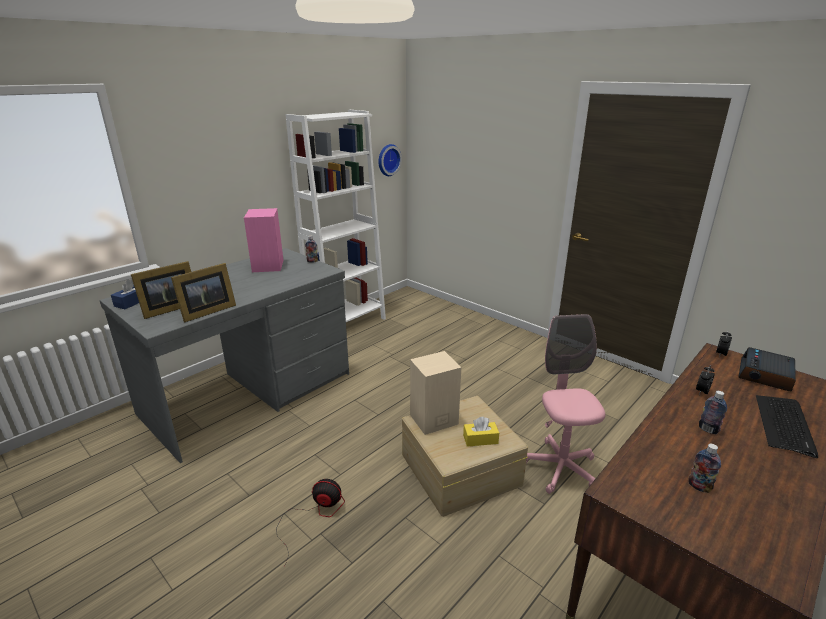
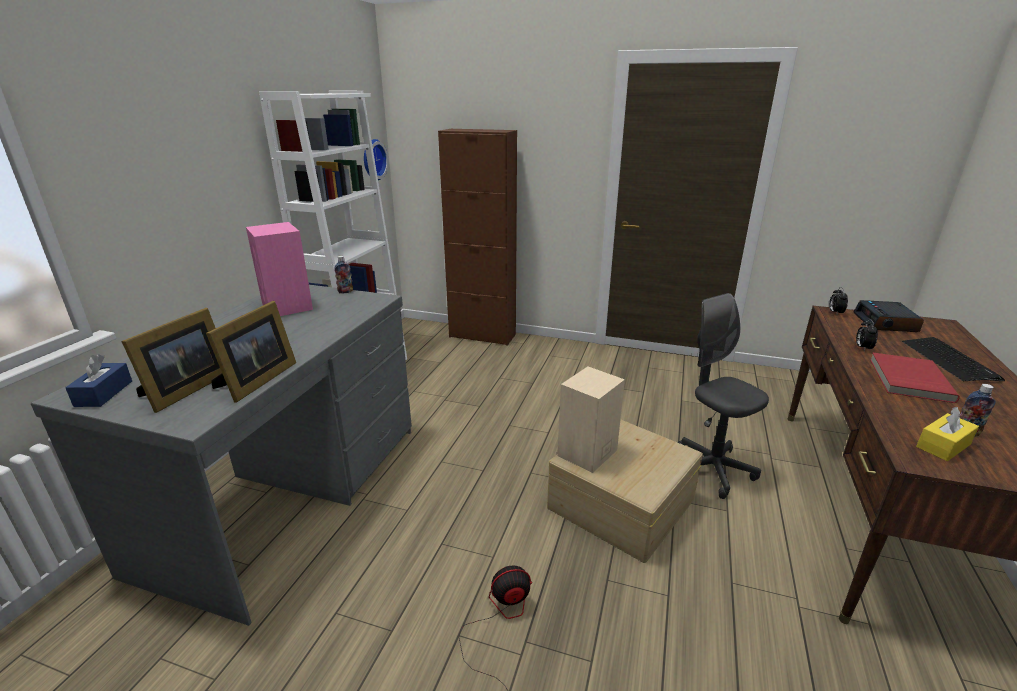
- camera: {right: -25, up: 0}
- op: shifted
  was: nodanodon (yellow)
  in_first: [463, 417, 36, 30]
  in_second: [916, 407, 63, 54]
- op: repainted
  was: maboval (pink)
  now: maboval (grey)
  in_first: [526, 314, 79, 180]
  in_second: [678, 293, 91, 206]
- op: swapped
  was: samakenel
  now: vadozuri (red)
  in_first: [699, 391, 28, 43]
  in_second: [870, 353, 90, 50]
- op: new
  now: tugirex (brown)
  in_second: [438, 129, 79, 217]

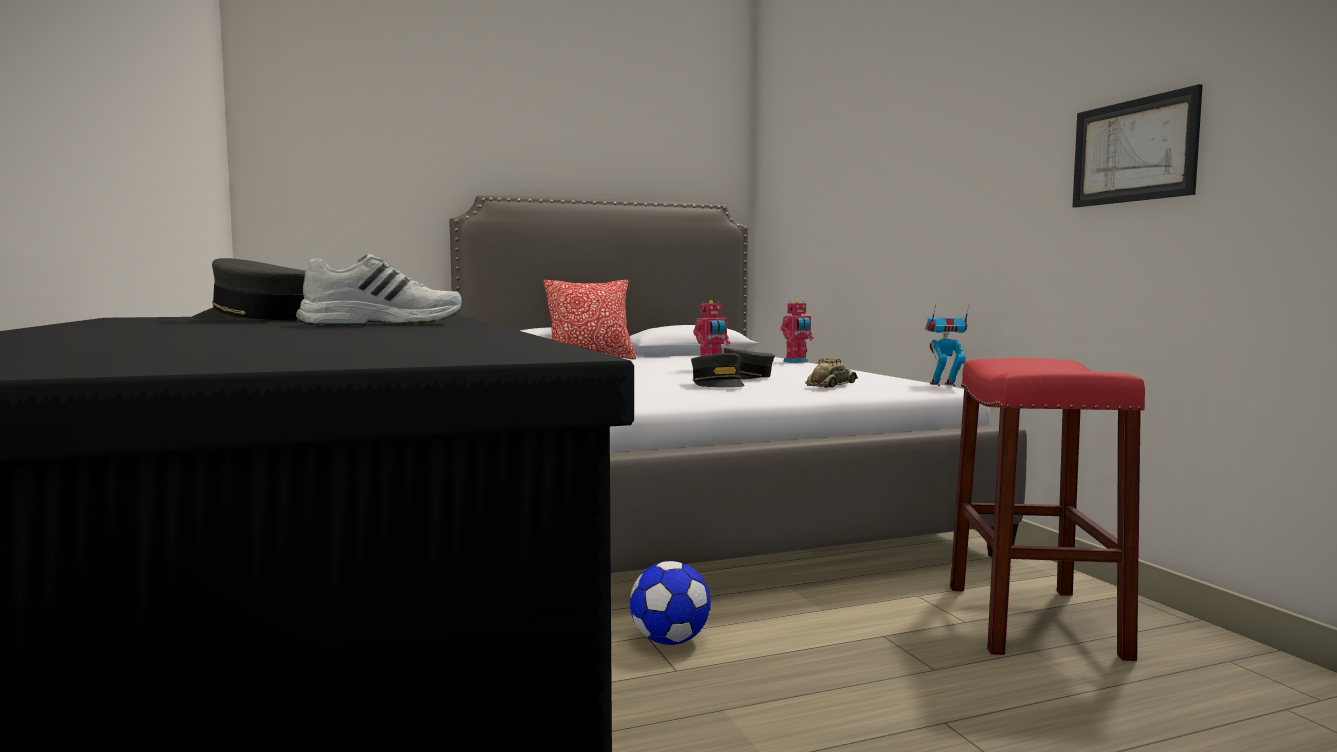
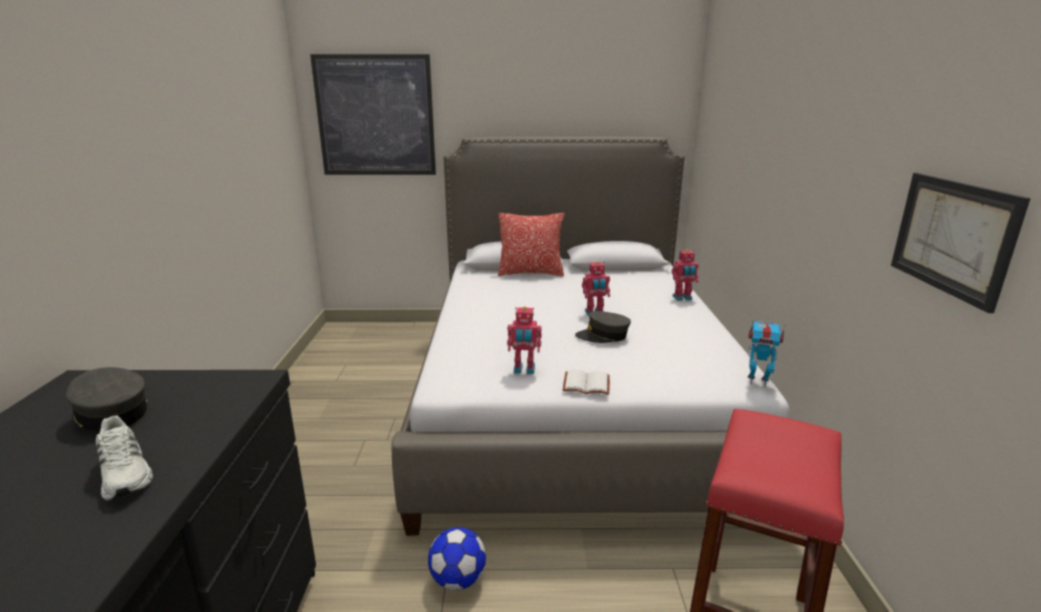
- camera: {right: 20, up: 15}
- op: rotated
  was: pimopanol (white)
  in_first: [296, 254, 167, 72]
  in_second: [96, 415, 57, 86]
  clockwise: 60
- op: gone
  was: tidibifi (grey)
  in_first: [691, 353, 54, 35]
- op: gone
  was: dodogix
  in_first: [805, 358, 53, 30]
- op: new
  now: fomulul
  in_second: [310, 54, 126, 121]
- op: new
  now: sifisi
  in_second: [507, 306, 35, 68]
- op: new
  now: vadozuri (white)
  in_second: [563, 369, 47, 26]

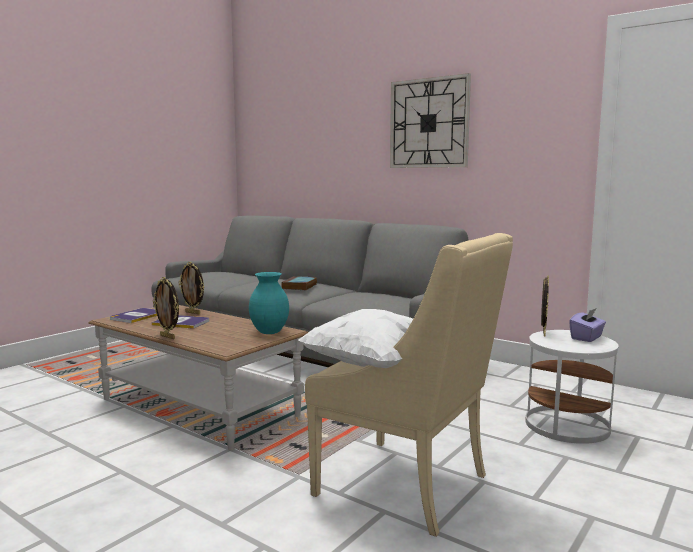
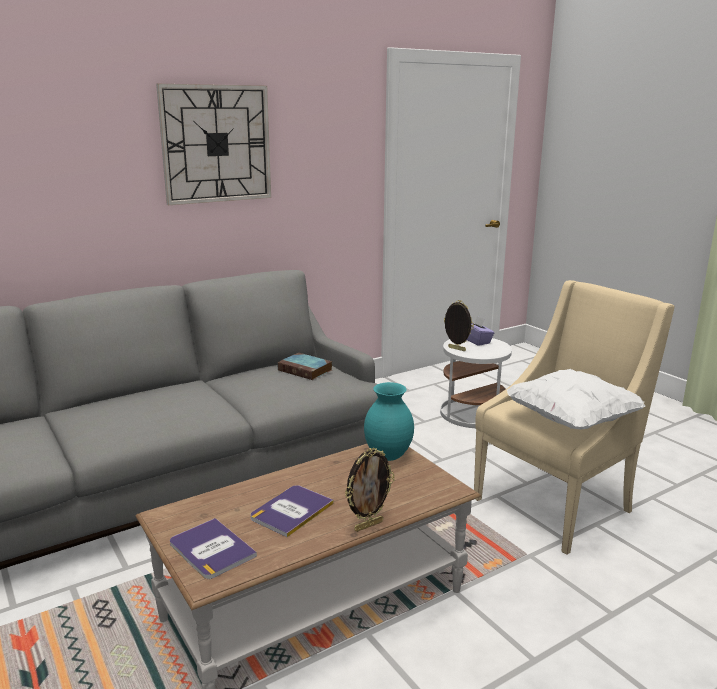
- camera: {right: -70, up: 10}
- op: gone
  was: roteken
  in_first: [178, 262, 26, 52]
- op: shifted
  was: vadozuri
  in_first: [281, 276, 36, 14]
  in_second: [277, 353, 55, 27]

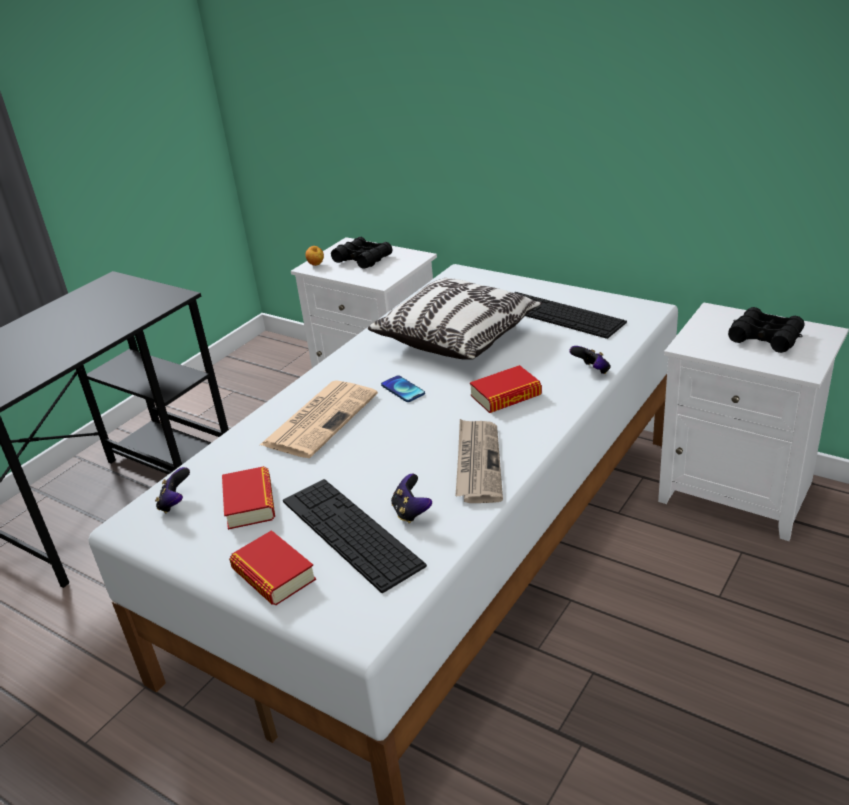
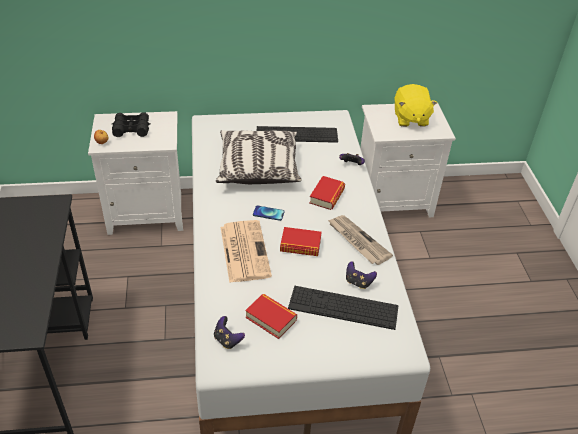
- camera: {right: -45, up: 10}
- op: shifted
  was: vadozuri
  in_first: [229, 530, 87, 75]
  in_second: [280, 227, 41, 29]
- op: swapped
  was: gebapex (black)
  now: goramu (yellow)
  in_first: [728, 307, 77, 46]
  in_second: [395, 84, 42, 43]

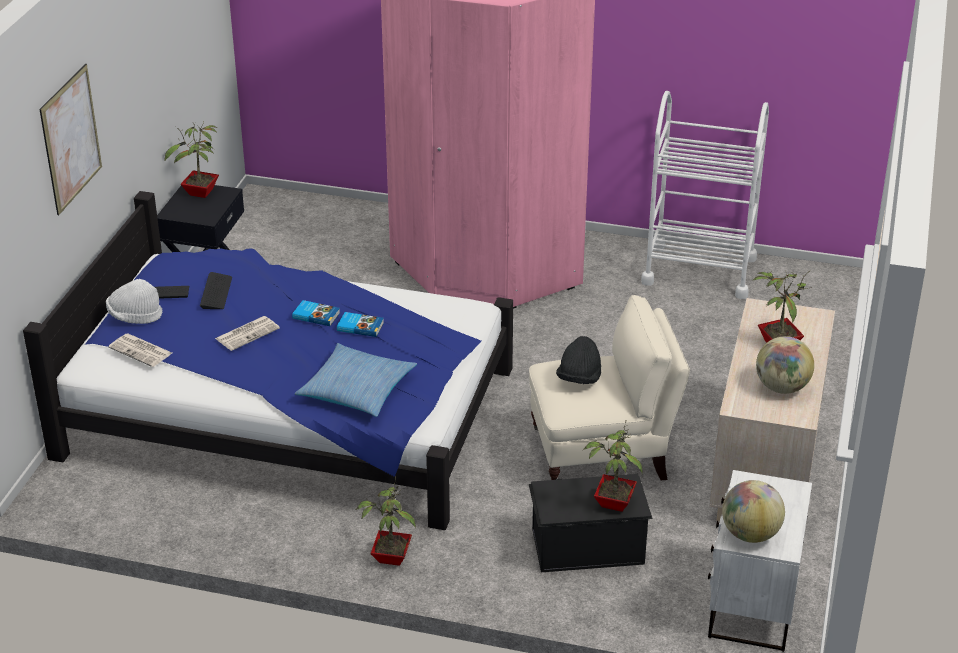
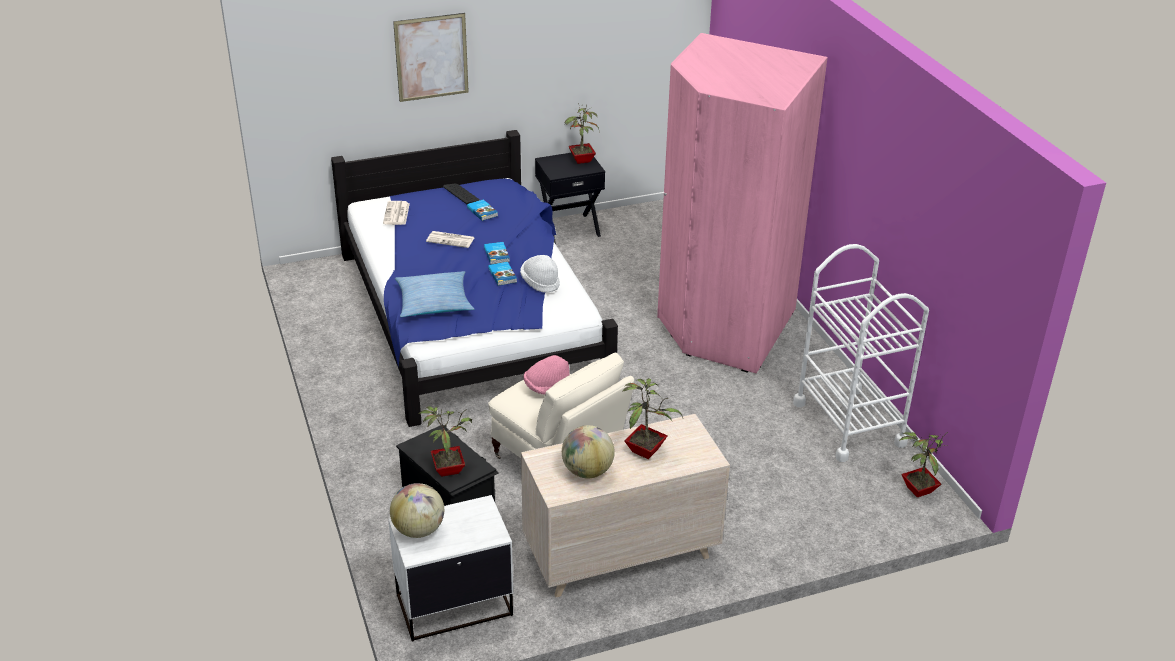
- camera: {right: 55, up: 0}
- op: shifted
  was: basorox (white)
  in_first: [106, 279, 57, 45]
  in_second: [520, 255, 40, 38]
- op: swapped
  was: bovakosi
  now: vadozuri
  in_first: [200, 272, 32, 37]
  in_second: [467, 199, 31, 22]
- op: shifted
  was: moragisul
  in_first: [355, 476, 61, 90]
  in_second: [899, 431, 49, 66]
- op: repainted
  was: basorox (black)
  now: basorox (pink)
  in_first: [556, 336, 45, 48]
  in_second: [524, 355, 46, 40]

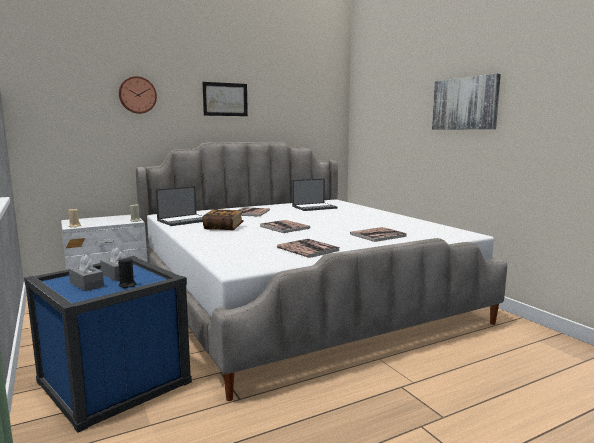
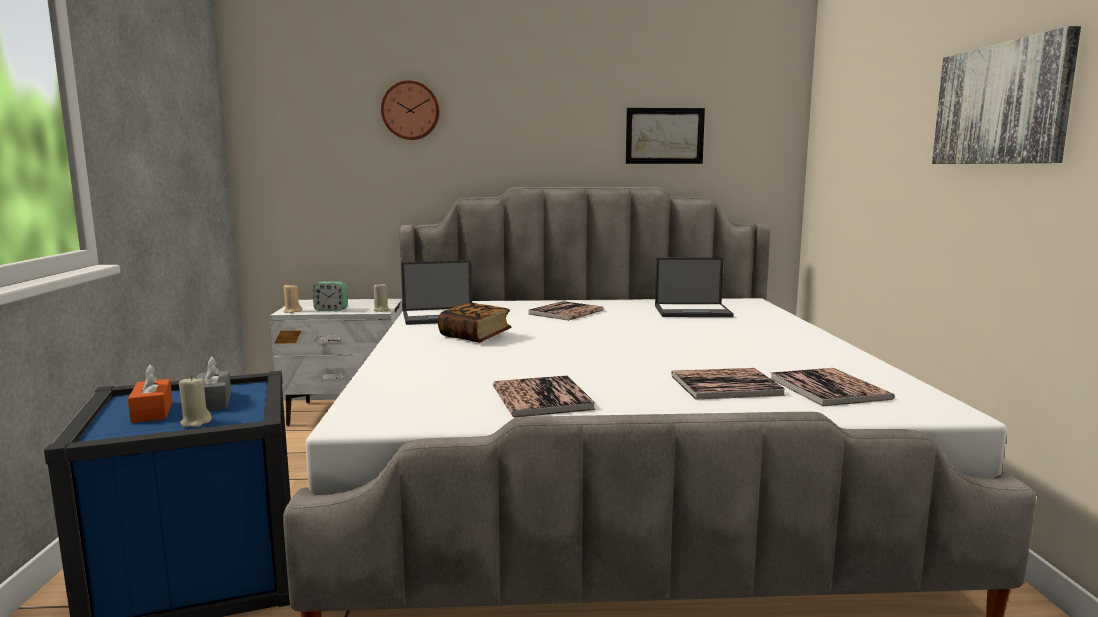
- camera: {right: 25, up: 0}
- op: repainted
  was: nodanodon (grey)
  now: nodanodon (orange)
  in_first: [69, 255, 35, 36]
  in_second: [128, 364, 44, 59]
- op: repainted
  was: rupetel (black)
  now: rupetel (beige)
  in_first: [118, 257, 18, 31]
  in_second: [179, 376, 33, 51]
- op: shifted
  was: fomulul
  in_first: [202, 82, 46, 34]
  in_second: [626, 108, 79, 56]
- op: shifted
  was: vadozuri
  in_first: [260, 220, 51, 13]
  in_second: [770, 368, 125, 38]
- op: new
  now: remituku
  in_second: [313, 281, 35, 30]

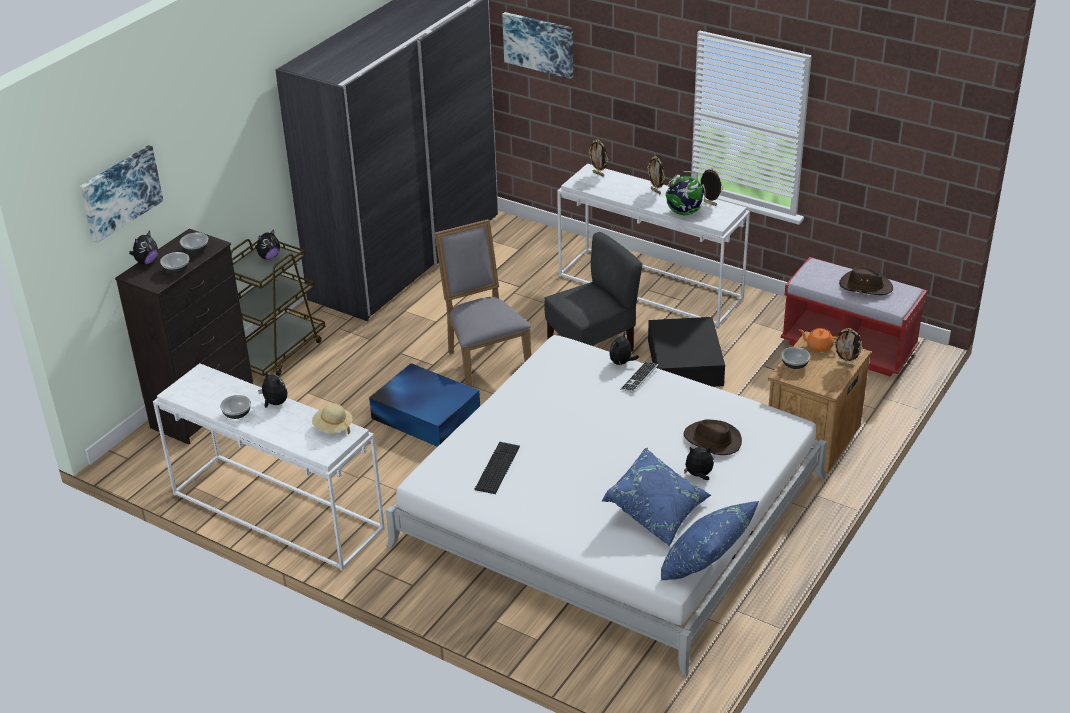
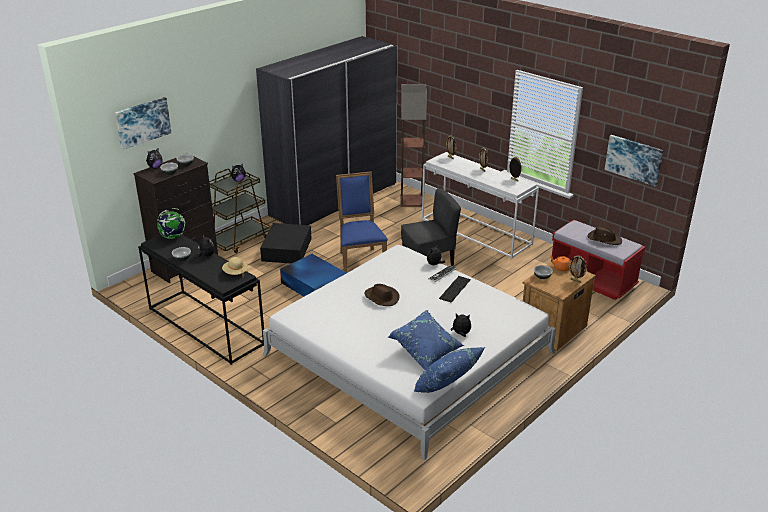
- camera: {right: 10, up: -5}
- op: repainted
  was: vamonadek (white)
  now: vamonadek (black)
  in_first: [153, 363, 232, 208]
  in_second: [138, 234, 126, 131]
- op: repainted
  was: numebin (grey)
  now: numebin (blue)
  in_first: [435, 219, 96, 168]
  in_second: [336, 172, 52, 101]
- op: shifted
  was: bovakosi
  in_first: [475, 442, 45, 52]
  in_second: [439, 276, 32, 27]
- op: shifted
  was: fomulul
  in_first: [502, 12, 71, 67]
  in_second: [605, 135, 59, 52]
- op: shifted
  was: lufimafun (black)
  in_first: [648, 317, 77, 70]
  in_second: [260, 223, 52, 40]
- op: shifted
  was: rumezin
  in_first: [665, 171, 41, 44]
  in_second: [157, 208, 28, 31]
- op: shifted
  was: basorox (brown)
  in_first: [684, 419, 58, 36]
  in_second: [364, 284, 36, 22]
- op: new
  now: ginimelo
  in_second: [400, 84, 27, 123]

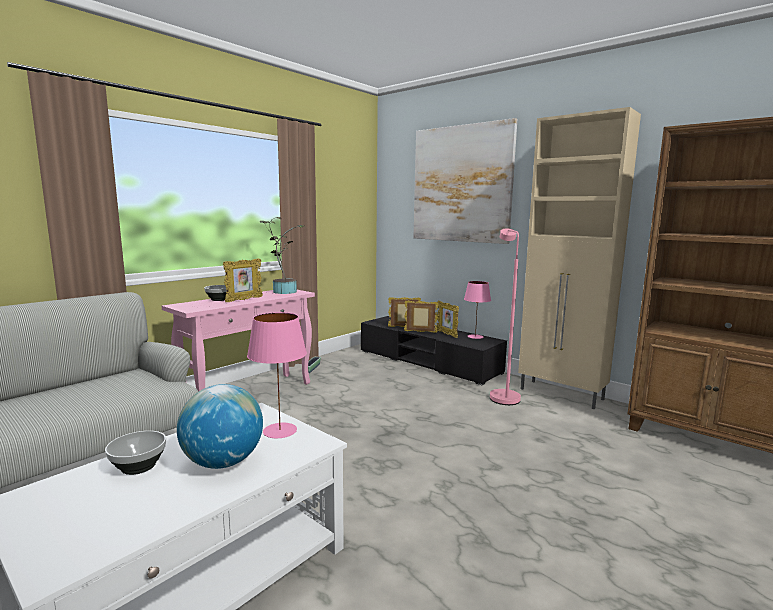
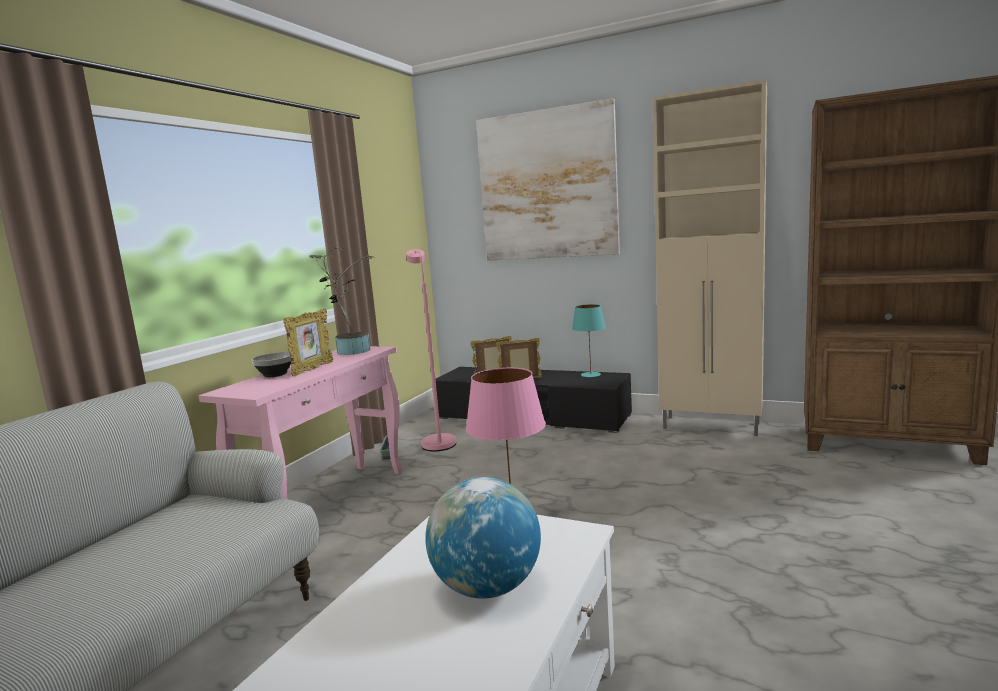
- camera: {right: -15, up: 0}
- op: gone
  was: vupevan
  in_first: [105, 431, 61, 44]
- op: gone
  was: roteken
  in_first: [437, 301, 22, 37]
- op: repainted
  was: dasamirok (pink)
  now: dasamirok (turquoise)
  in_first: [464, 281, 27, 58]
  in_second: [572, 304, 34, 73]
- op: shifted
  was: ginimelo (pink)
  in_first: [490, 229, 31, 176]
  in_second: [406, 249, 50, 202]

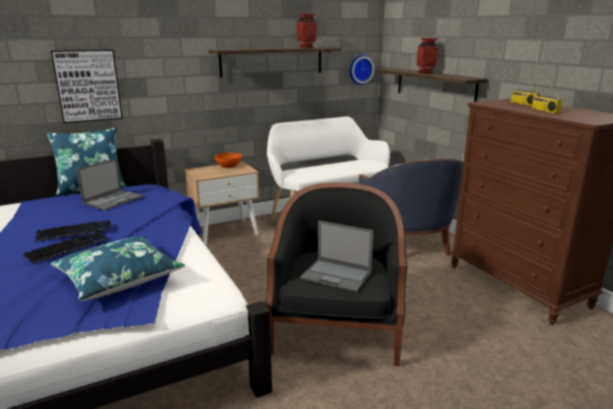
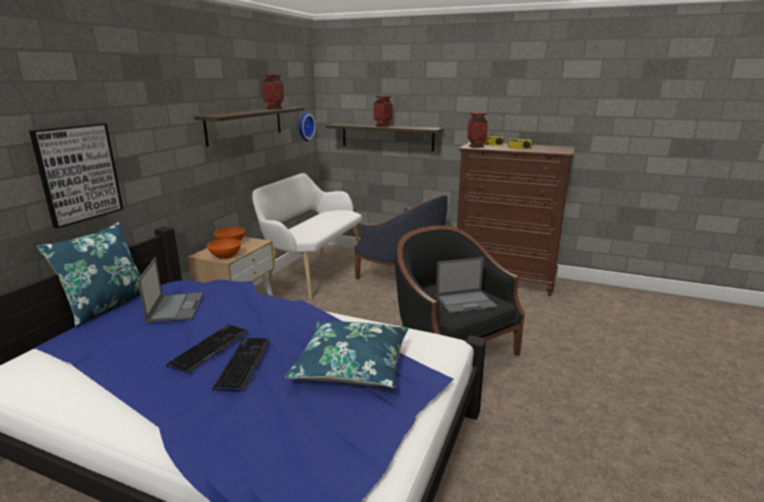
- camera: {right: -40, up: 0}
- op: new
  now: vupevan (orange)
  in_second: [207, 239, 34, 20]
- op: new
  now: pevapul
  in_second: [468, 112, 20, 36]

